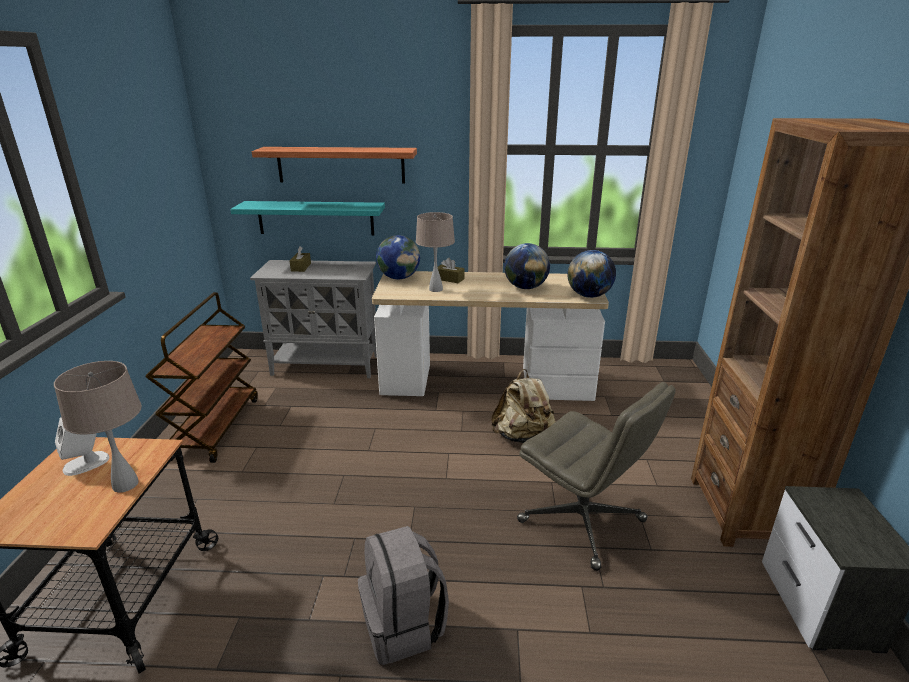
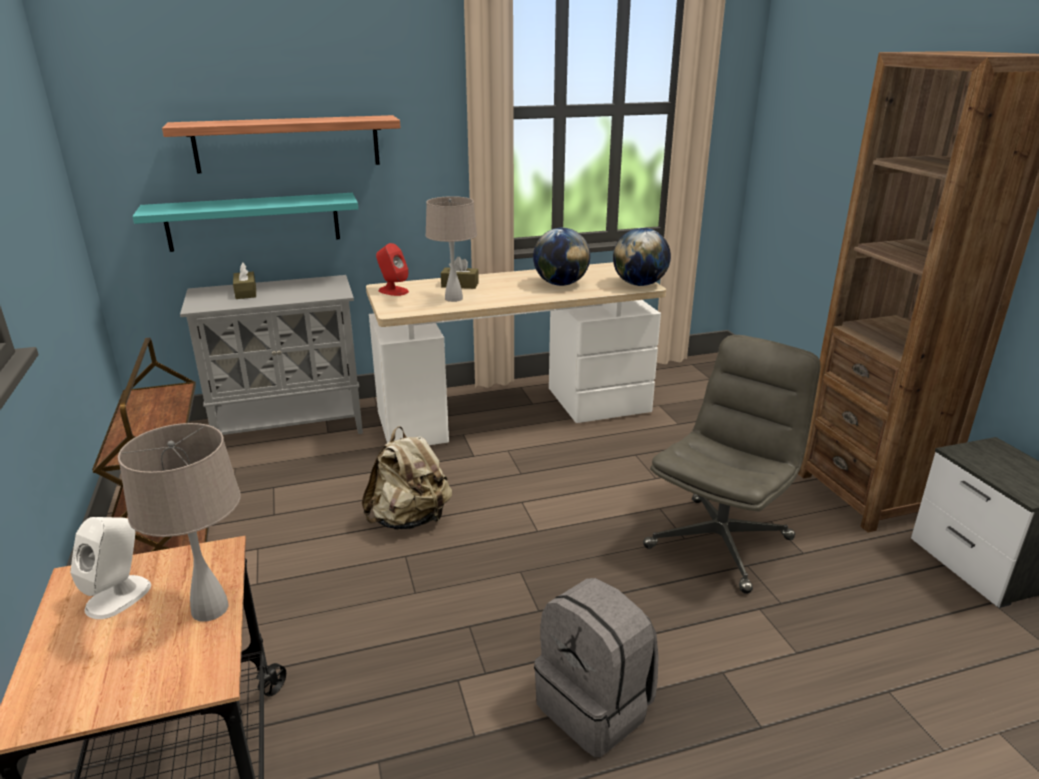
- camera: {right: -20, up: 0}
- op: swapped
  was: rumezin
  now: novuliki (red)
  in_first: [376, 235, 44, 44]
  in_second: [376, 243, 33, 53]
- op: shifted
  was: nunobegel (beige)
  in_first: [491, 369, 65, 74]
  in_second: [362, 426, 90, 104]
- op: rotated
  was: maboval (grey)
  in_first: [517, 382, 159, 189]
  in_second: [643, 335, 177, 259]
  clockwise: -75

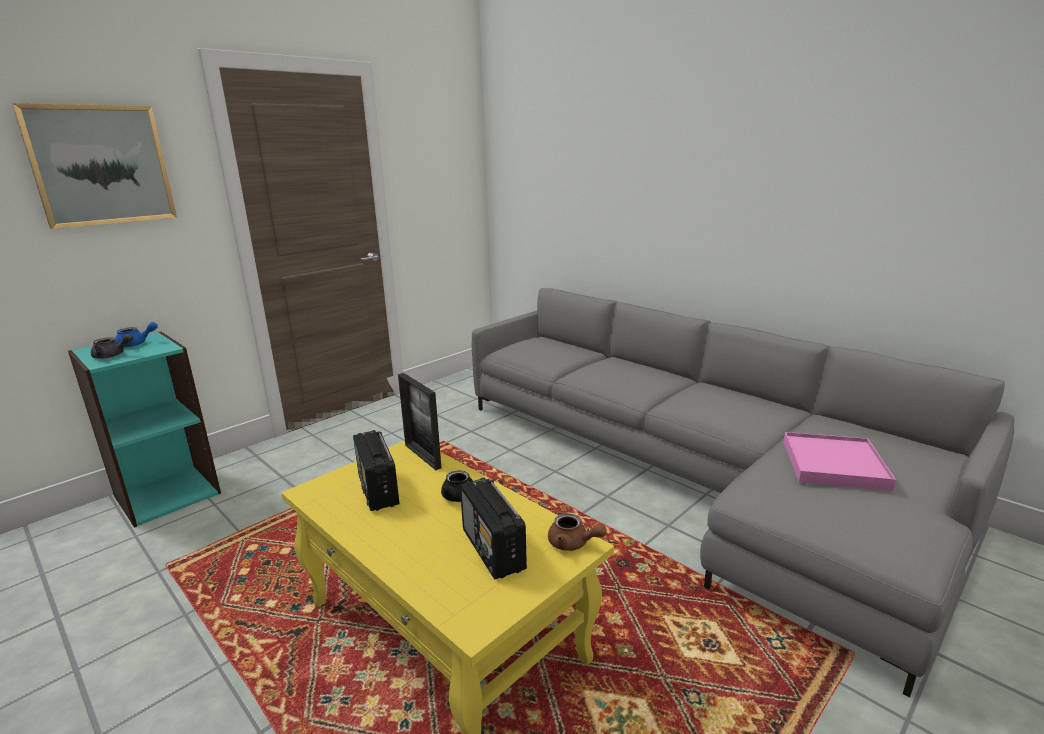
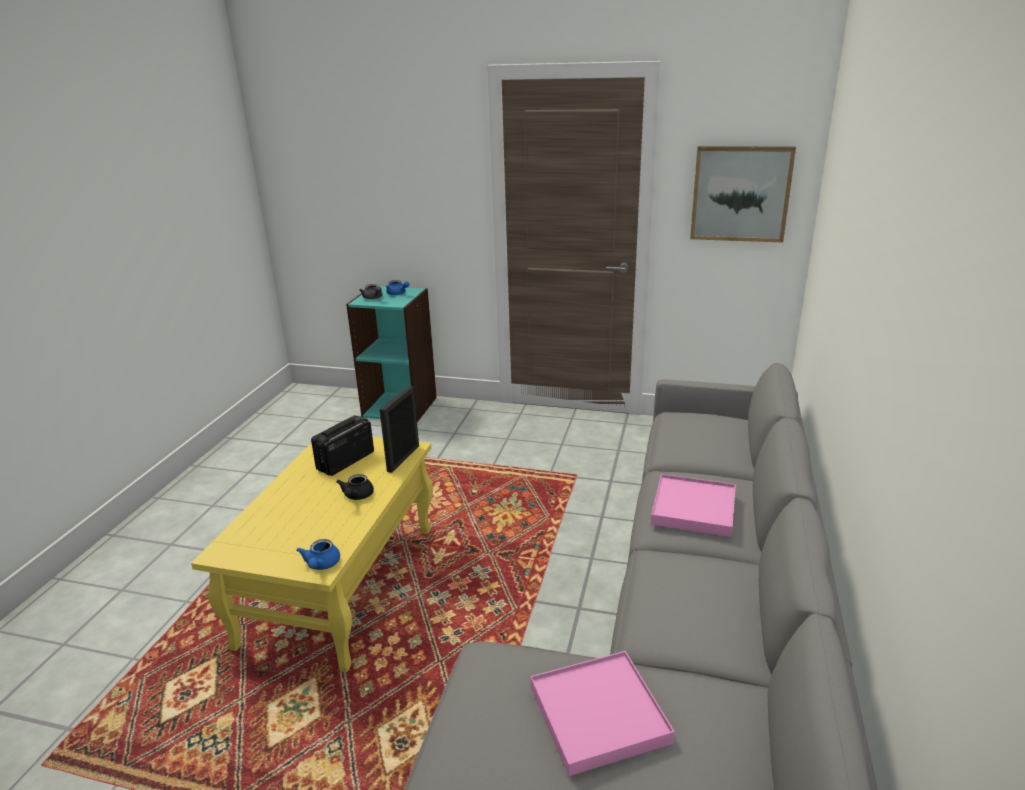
- camera: {right: 60, up: 5}
- op: shifted
  was: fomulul
  in_first: [12, 103, 165, 126]
  in_second: [690, 146, 106, 96]
- op: gone
  was: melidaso
  in_first: [460, 478, 67, 102]
- op: repainted
  was: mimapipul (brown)
  now: mimapipul (blue)
  in_first: [548, 513, 59, 38]
  in_second: [296, 539, 44, 31]
- op: new
  now: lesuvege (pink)
  in_second: [651, 474, 85, 63]

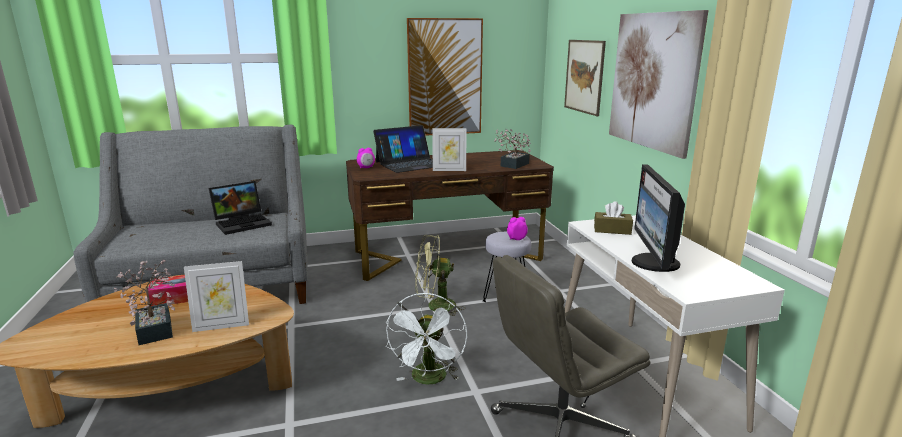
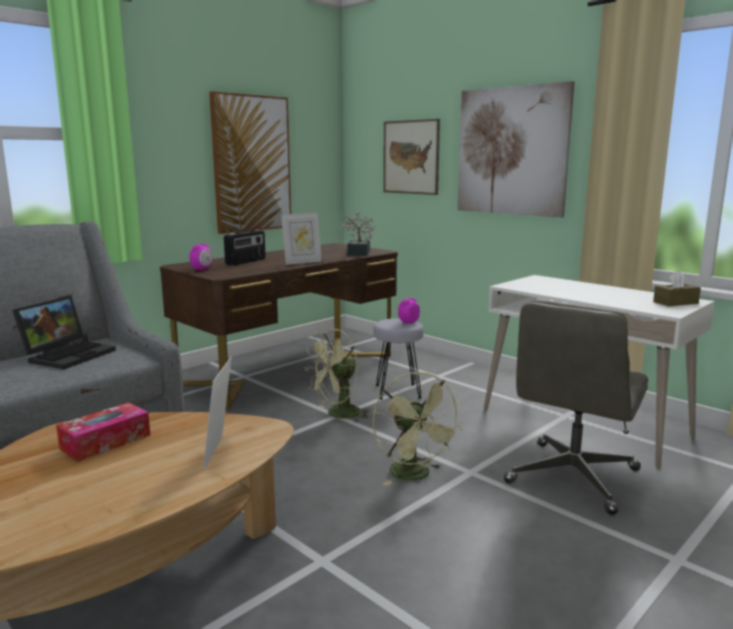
- camera: {right: -30, up: -5}
- op: gone
  was: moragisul
  in_first: [114, 260, 61, 85]
- op: rotated
  was: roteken
  in_first: [184, 261, 65, 71]
  in_second: [203, 357, 29, 114]
  clockwise: 135
- op: swapped
  was: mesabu
  now: melidaso
  in_first: [373, 125, 60, 48]
  in_second: [224, 229, 42, 37]
- op: repainted
  was: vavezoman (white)
  now: vavezoman (green)
  in_first: [385, 293, 82, 92]
  in_second: [373, 372, 90, 114]
- op: shifted
  was: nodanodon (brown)
  in_first: [594, 201, 39, 34]
  in_second: [653, 270, 48, 36]
- op: gone
  was: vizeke
  in_first: [632, 164, 53, 108]

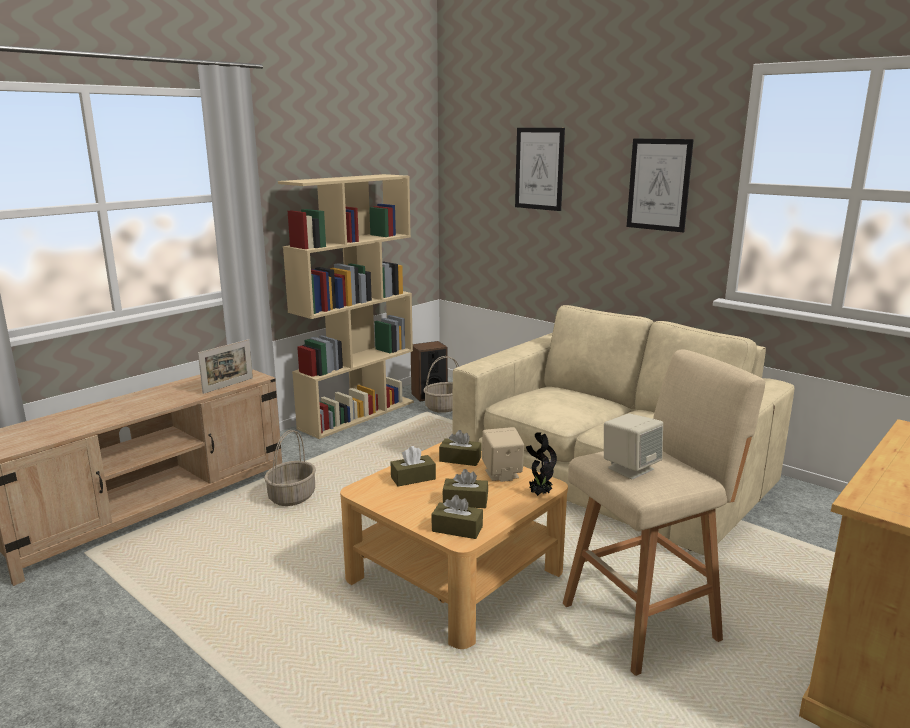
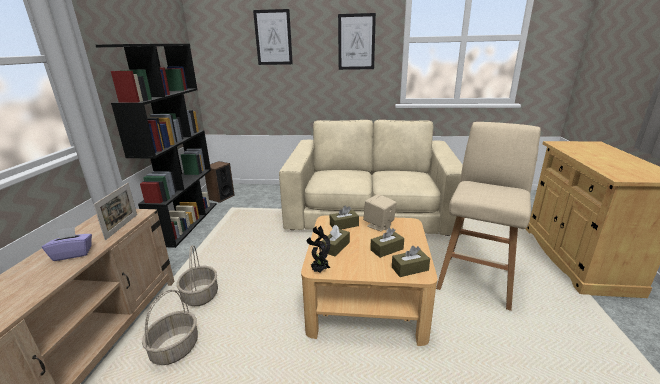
- camera: {right: -35, up: 5}
- op: repainted
  was: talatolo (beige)
  now: talatolo (black)
  in_first: [278, 174, 136, 265]
  in_second: [96, 44, 121, 204]
- op: shifted
  was: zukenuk
  in_first: [424, 356, 35, 57]
  in_second: [142, 290, 56, 75]
- op: shifted
  was: moragisul
  in_first: [526, 432, 31, 64]
  in_second: [307, 226, 24, 47]
- op: gone
  was: novuliki (beige)
  in_first: [604, 413, 59, 67]
- op: new
  now: nodanodon (purple)
  in_second: [42, 227, 50, 34]

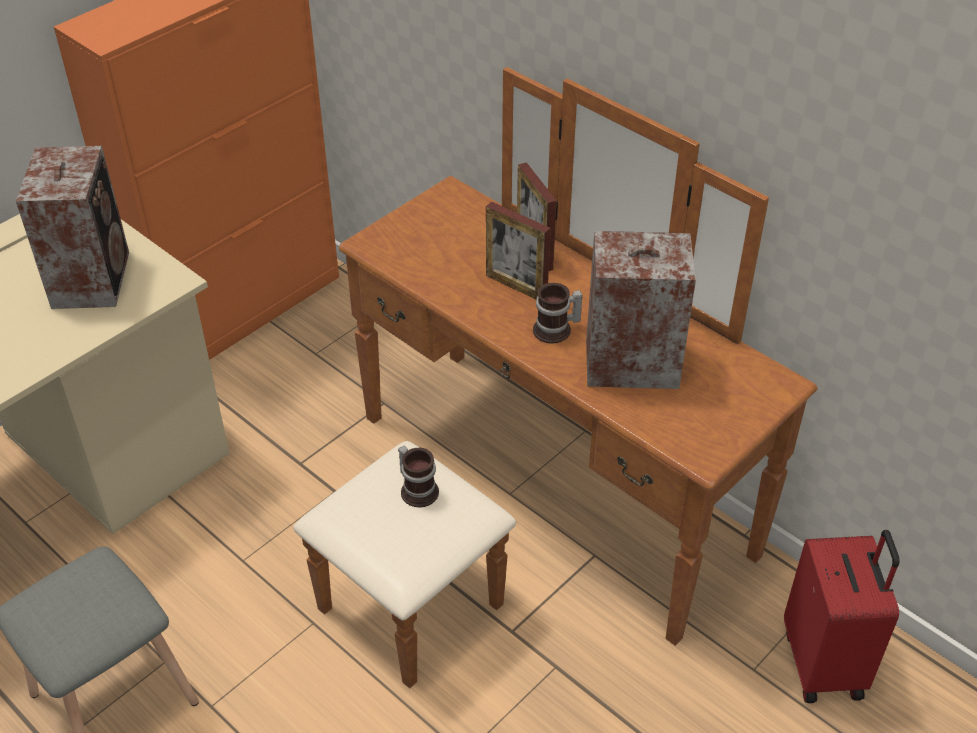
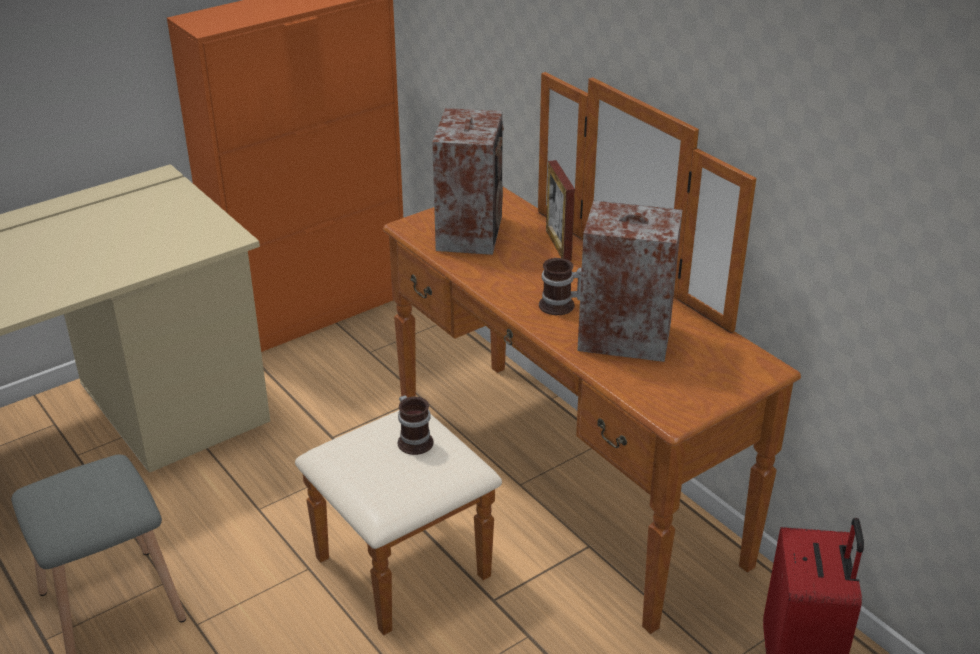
- camera: {right: 10, up: -10}
- op: shifted
  was: novuliki
  in_first: [16, 146, 113, 163]
  in_second: [432, 108, 72, 147]
- op: gone
  was: roteken
  in_first: [486, 202, 65, 97]

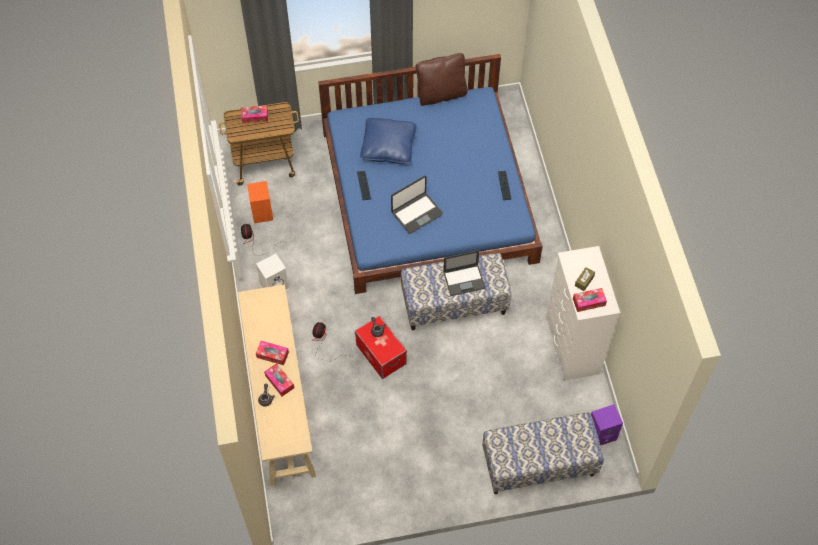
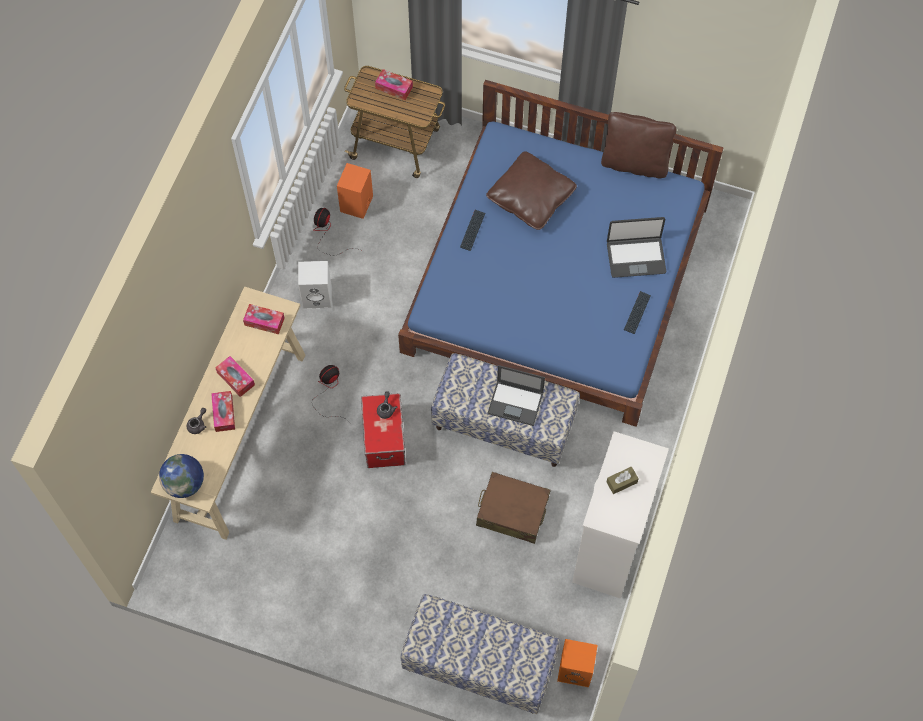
- camera: {right: 30, up: 5}
- op: repainted
  was: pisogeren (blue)
  now: pisogeren (brown)
  in_first: [360, 118, 56, 46]
  in_second: [486, 151, 91, 79]
- op: shifted
  was: mesabu
  in_first: [391, 176, 52, 58]
  in_second: [607, 217, 59, 61]
- op: shifted
  was: nodanodon
  in_first: [573, 288, 34, 24]
  in_second: [243, 304, 42, 30]
- op: repainted
  was: novuliki (purple)
  now: novuliki (orange)
  in_first: [591, 404, 32, 41]
  in_second: [557, 639, 41, 48]
- op: new
  now: rumezin
  in_second: [159, 454, 45, 44]
- op: new
  now: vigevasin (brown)
  in_second: [476, 472, 75, 72]

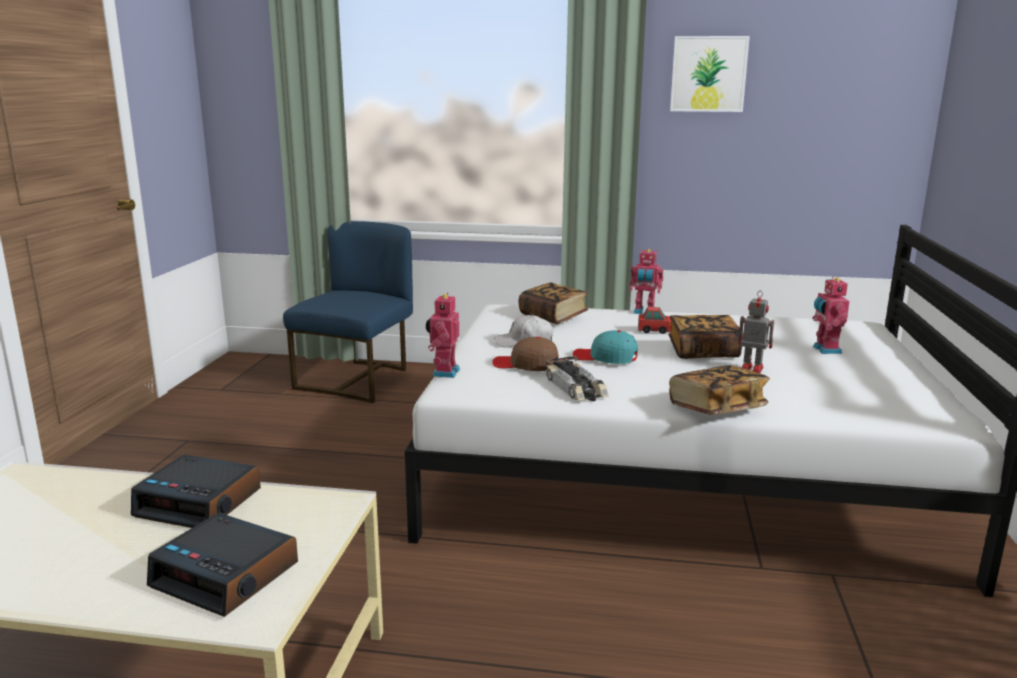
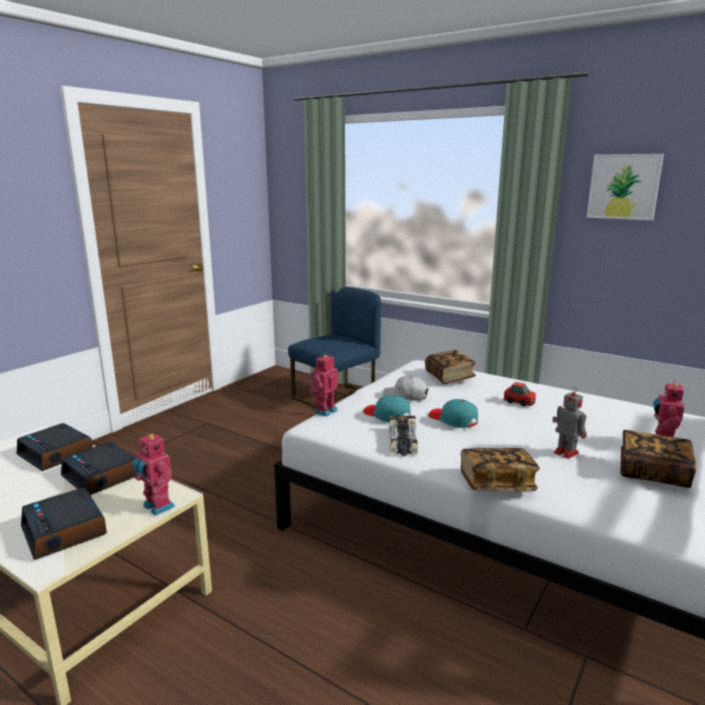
- camera: {right: 25, up: 0}
- op: repainted
  was: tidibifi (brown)
  now: tidibifi (turquoise)
  in_first: [492, 337, 66, 34]
  in_second: [363, 395, 48, 28]
- op: shifted
  was: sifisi
  in_first: [630, 249, 33, 65]
  in_second: [133, 433, 42, 83]
- op: shifted
  was: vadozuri
  in_first: [668, 315, 74, 44]
  in_second: [620, 430, 77, 58]
- op: new
  now: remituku
  in_second: [16, 423, 77, 48]

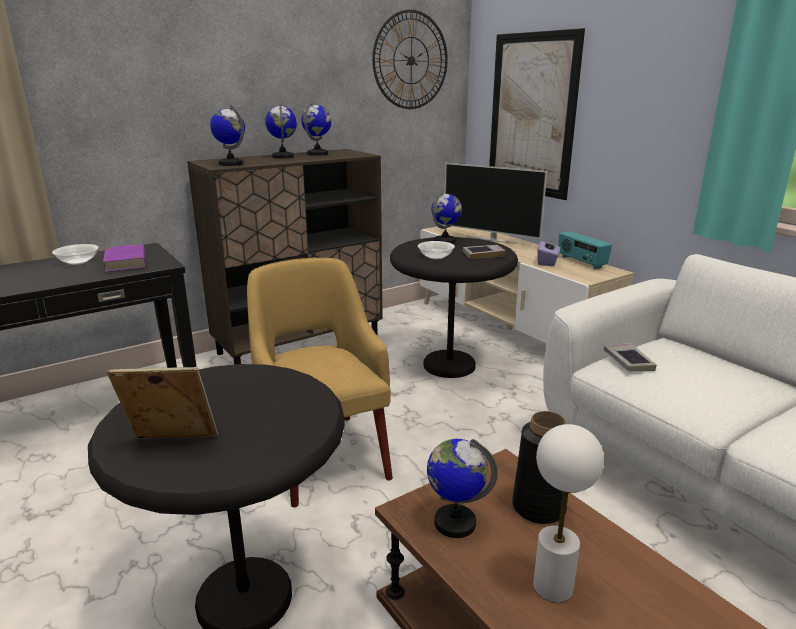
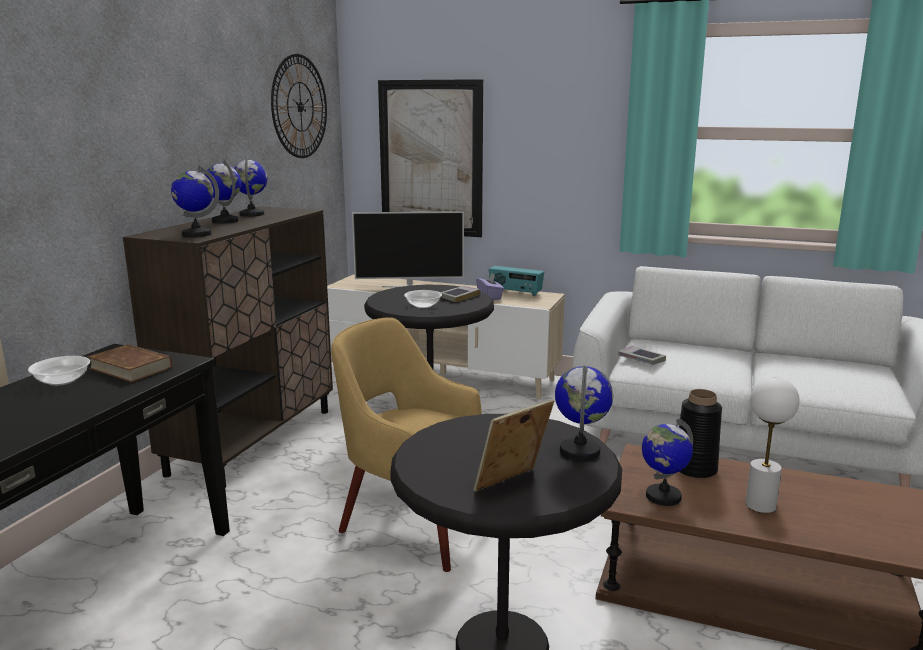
- camera: {right: -35, up: -5}
- op: repainted
  was: vadozuri (purple)
  now: vadozuri (brown)
  in_first: [103, 244, 43, 28]
  in_second: [87, 344, 85, 38]
- op: shifted
  was: rumezin
  in_first: [431, 191, 31, 52]
  in_second: [555, 365, 58, 96]

